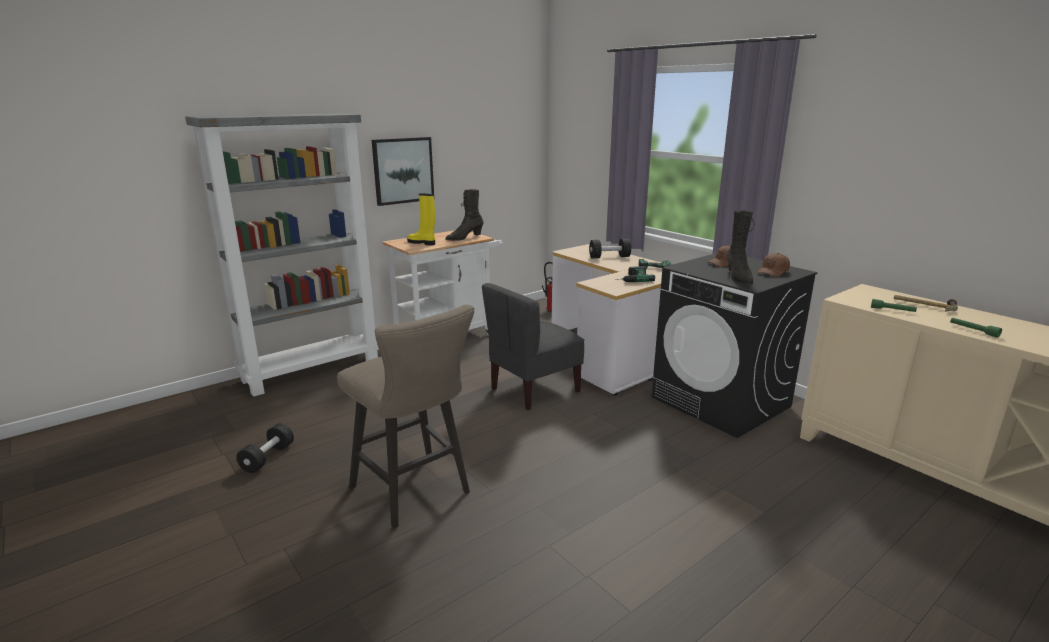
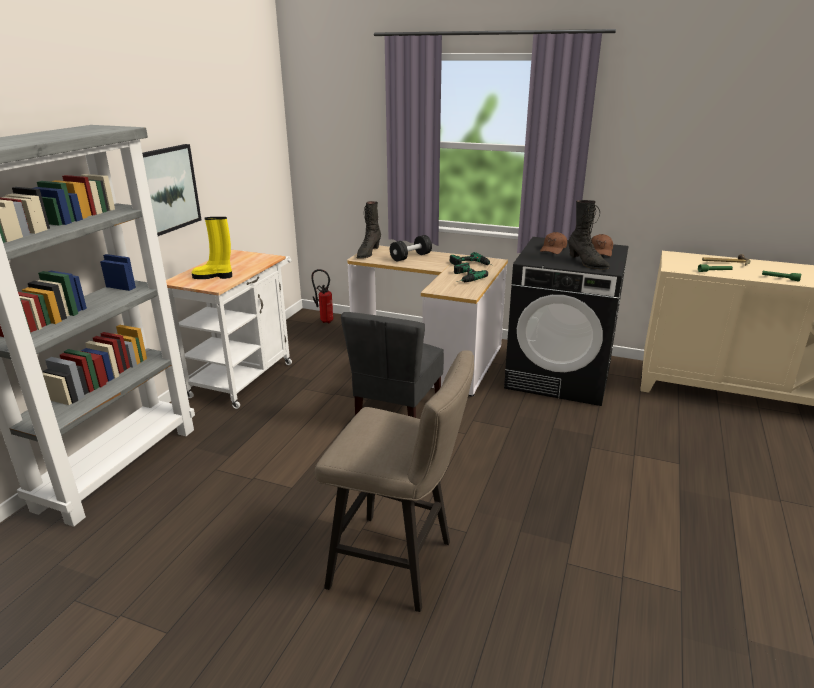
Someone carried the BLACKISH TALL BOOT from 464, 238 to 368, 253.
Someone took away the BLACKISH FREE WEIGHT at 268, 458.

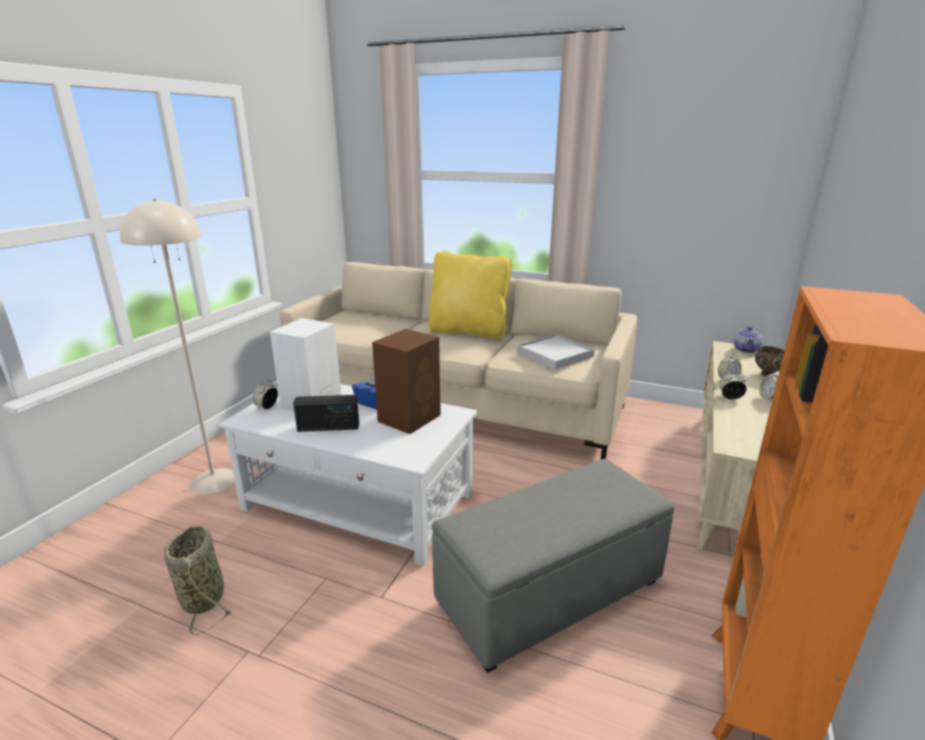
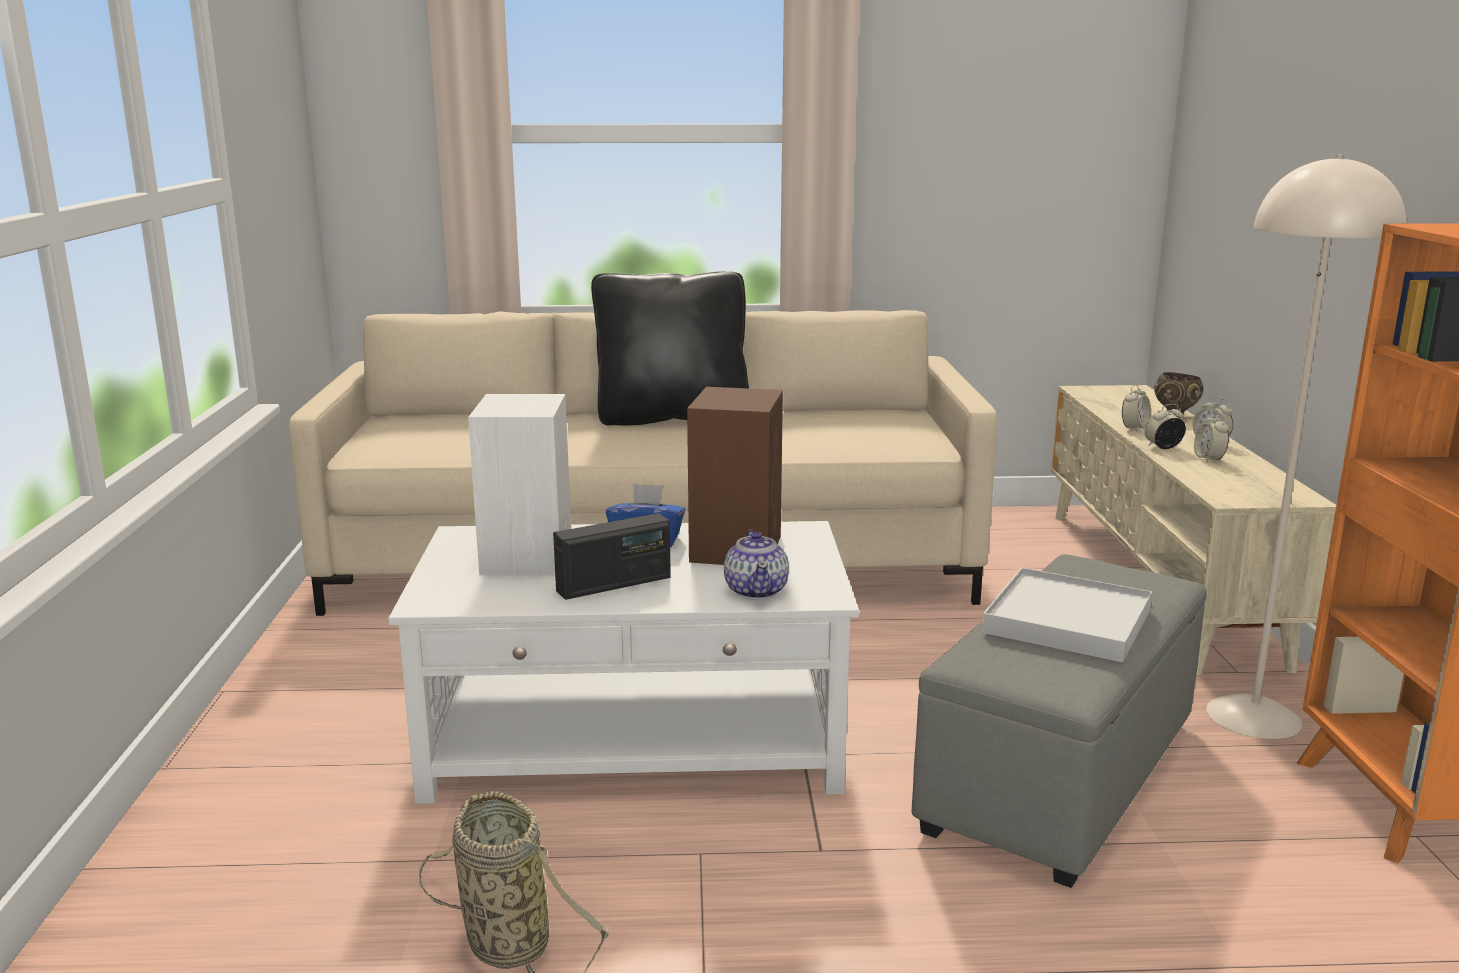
Someone repainted the YELLOWISH THROW PILLOW at 468, 331, which became the BLACKISH THROW PILLOW at 672, 417.
Someone carried the TEAPOT from 746, 350 to 757, 590.
Someone carried the WHITE-COLOURED SERVING TRAY from 554, 354 to 1067, 621.
Someone carried the BEDSIDE CLOCK from 267, 407 to 1209, 459.
Someone carried the SAND-COLOURED STANDING LAMP from 214, 480 to 1252, 715.

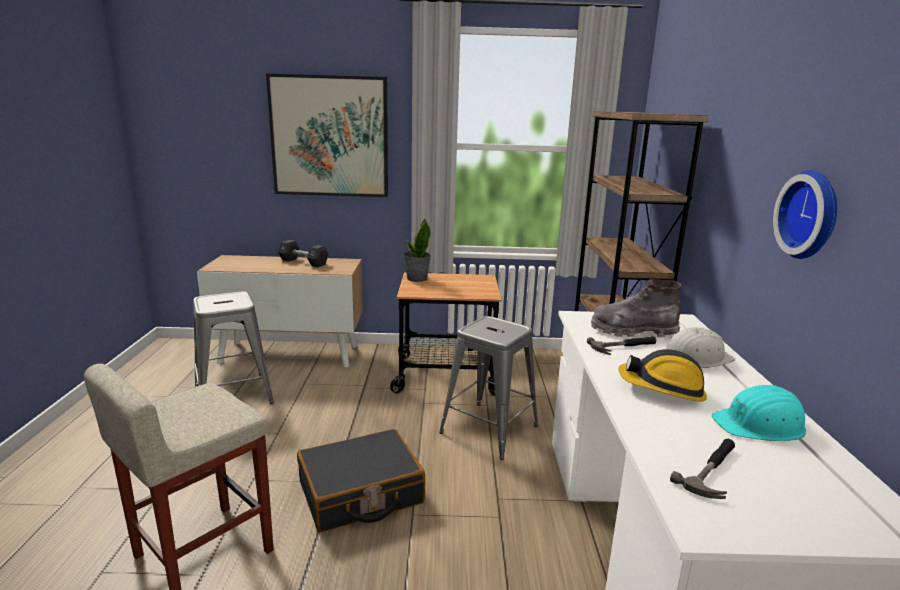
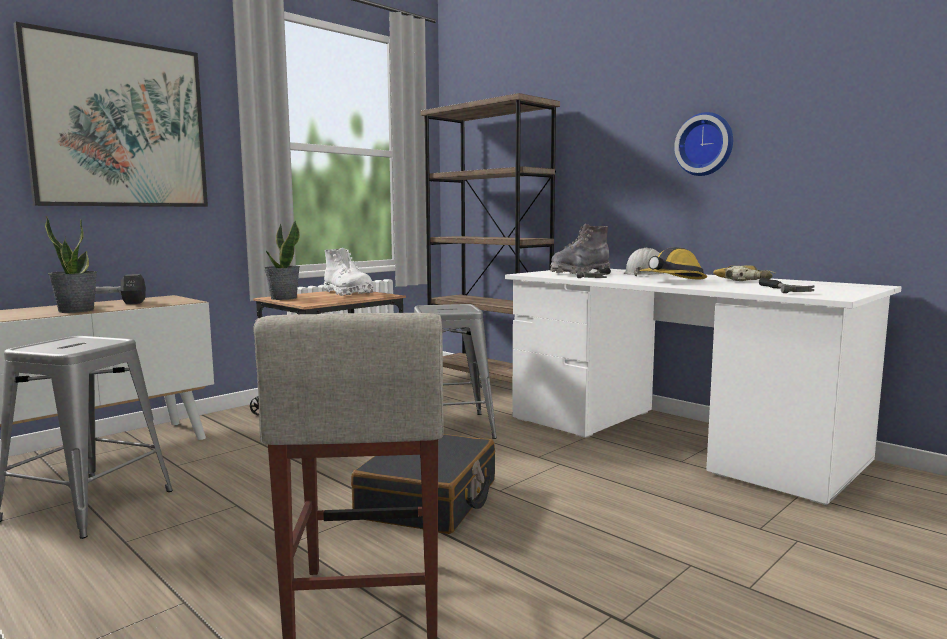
Someone put down the PLANT IN A POT at 76, 310.
Someone put down the WHITE-COLOURED TALL BOOT at 348, 293.
Someone swapped the TURQUOISE-COLOURED SAFETY HELMET at 760, 425 for the DRILL at 746, 280.

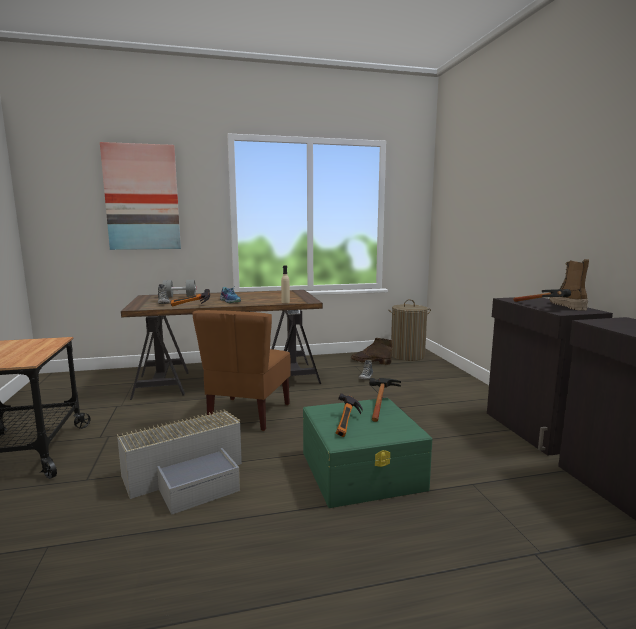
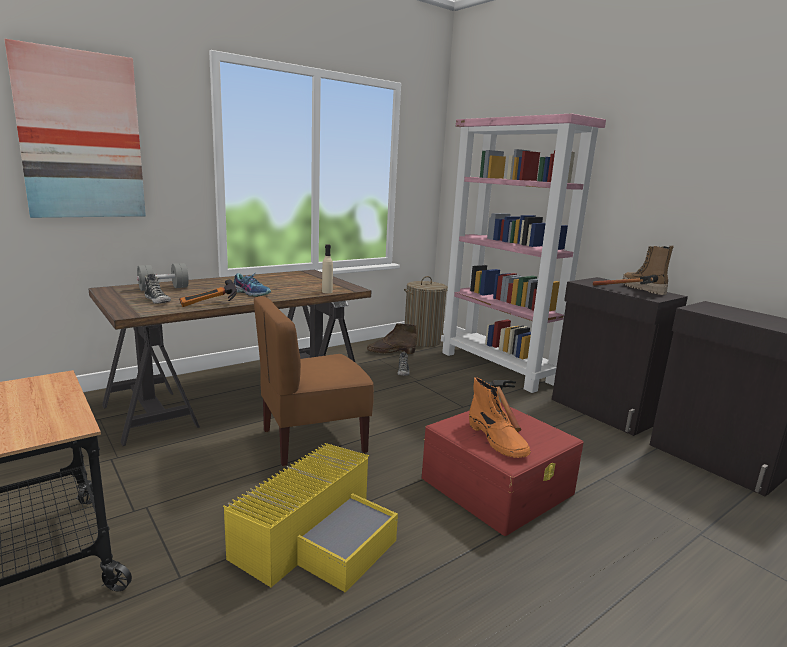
Someone repainted the GRAY STORAGE BOX at 189, 475, which became the YELLOWISH STORAGE BOX at 317, 536.
Someone rotated the BROWN-COLOURED CHAIR at 248, 414 by 75 degrees clockwise.
Someone repainted the GREENISH STORAGE BOX at 362, 470, which became the REDDISH STORAGE BOX at 498, 485.
Someone put down the PINK-COLOURED BOOKCASE at 498, 367.
Someone swapped the HAMMER at 348, 425 for the ORANGE TALL BOOT at 497, 440.

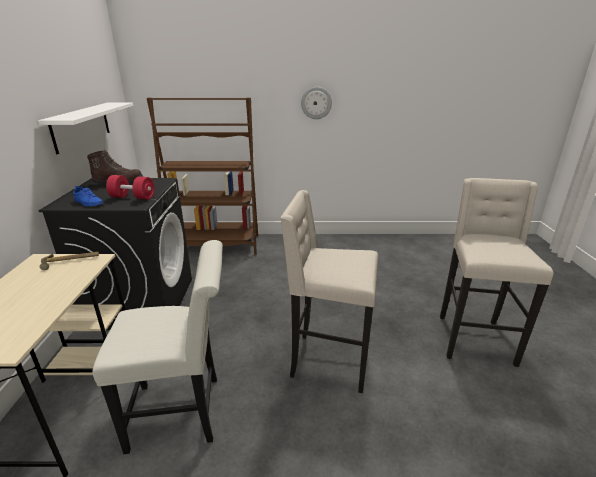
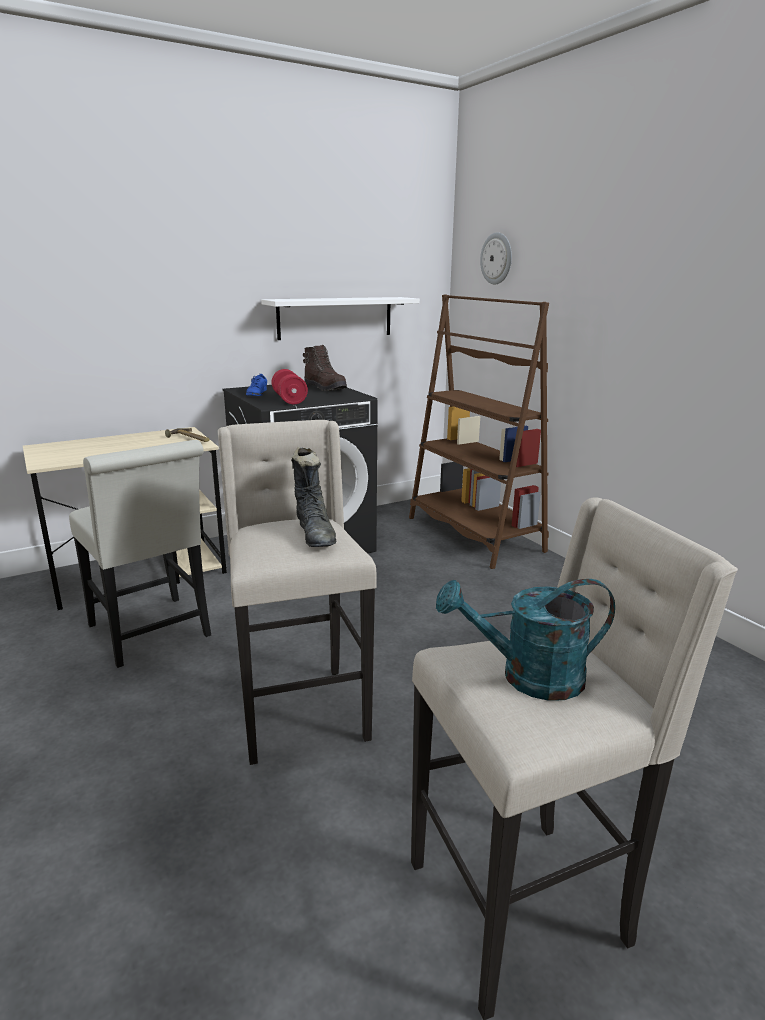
Someone put down the BLACKISH TALL BOOT at 315, 535.
Someone put down the TURQUOISE-COLOURED WATERING POT at 528, 677.
Someone carried the CLOCK ON THE WALL from 316, 103 to 497, 258.

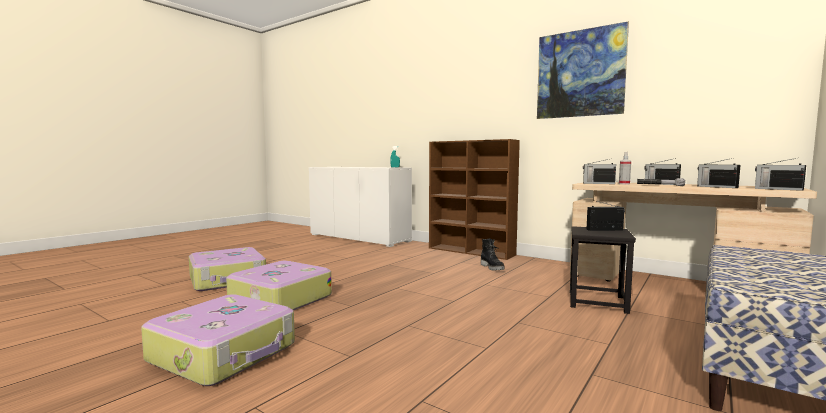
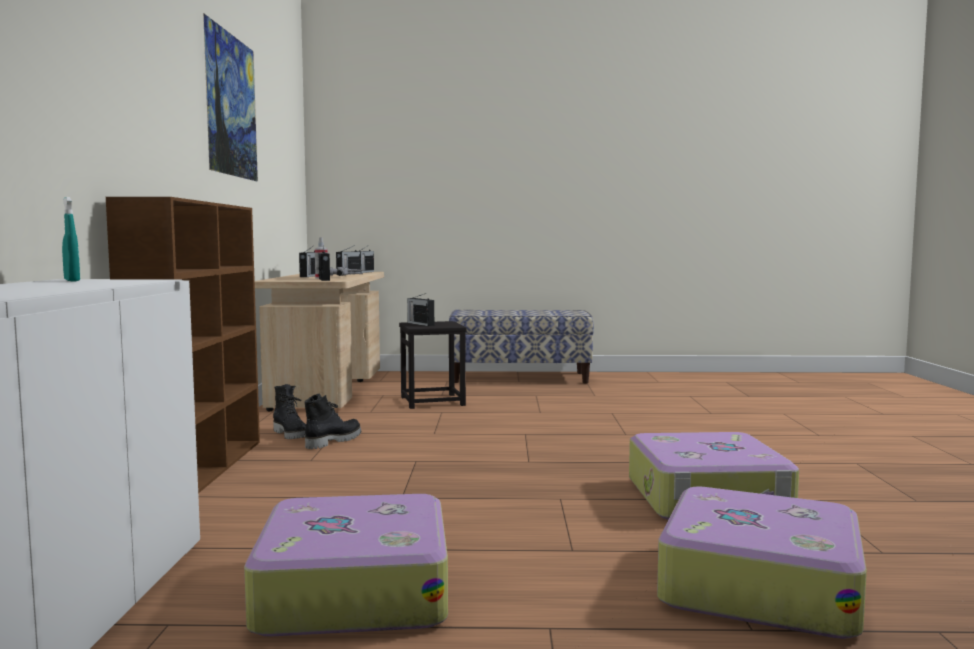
Someone carried the TRAVEL CASE from 225, 353 to 352, 589.
Someone put down the BLACKISH TALL BOOT at 292, 435.

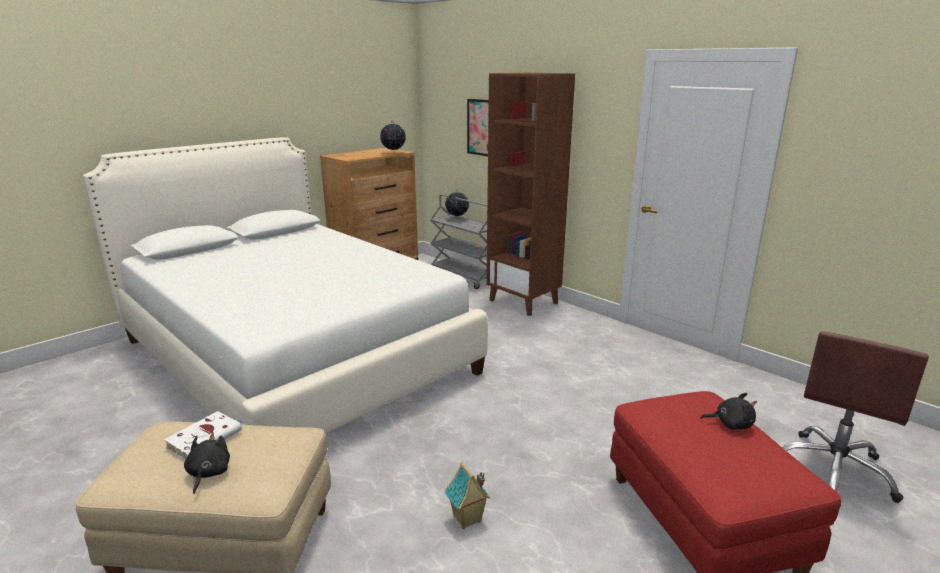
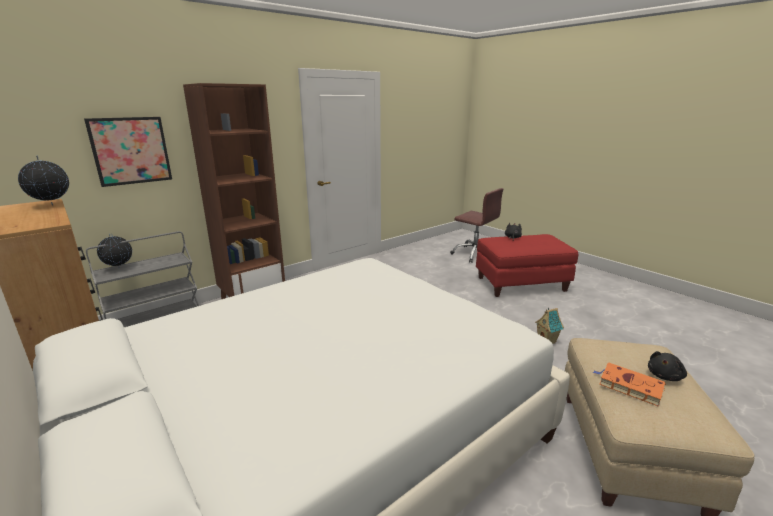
Someone repainted the WHITE-COLOURED VOLUME at 206, 438, which became the ORANGE VOLUME at 628, 386.
Someone rotated the BLACKISH SOFT TOY at 208, 473 by 45 degrees counterclockwise.

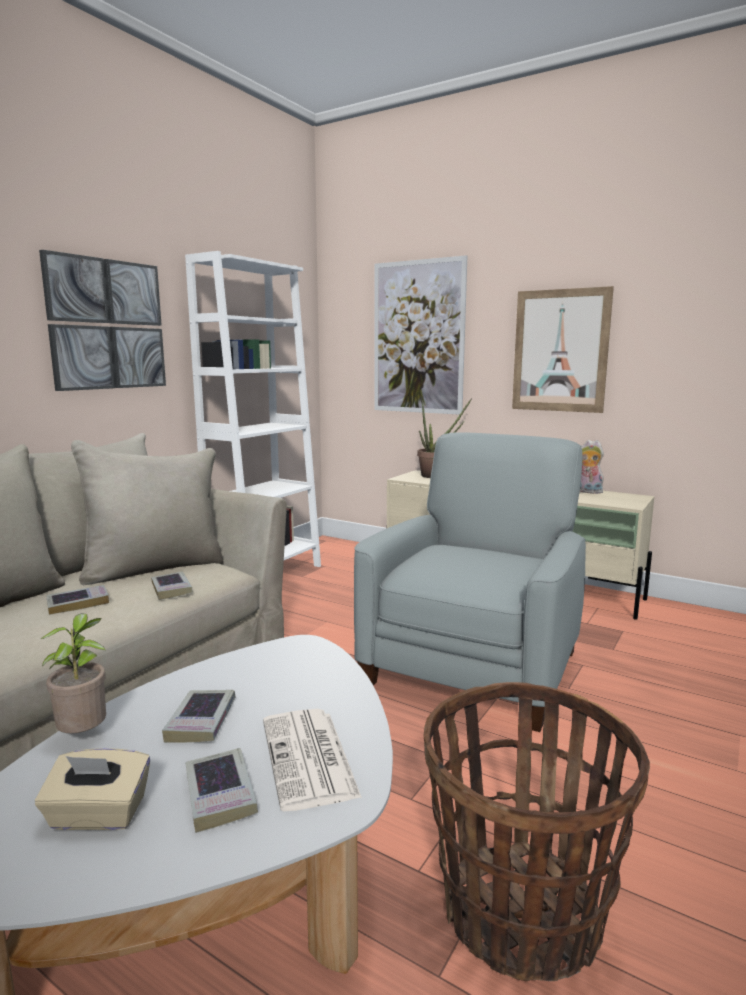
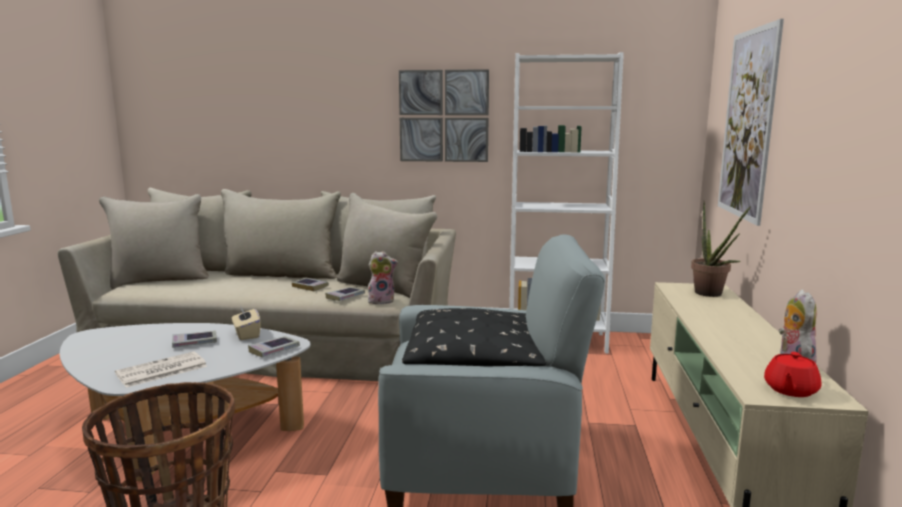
Someone carried the SAND-COLOURED TISSUE BOX from 98, 815 to 247, 334.
Someone carried the VOLUME from 220, 794 to 274, 350.
Someone put down the SOFT TOY at 382, 301.
Someone put down the BLACKISH THROW PILLOW at 476, 357.
Someone put down the REDDISH TEAPOT at 790, 390.
Someone took away the PLANT IN A POT at 85, 735.
Someone took away the PICTURE at 560, 351.

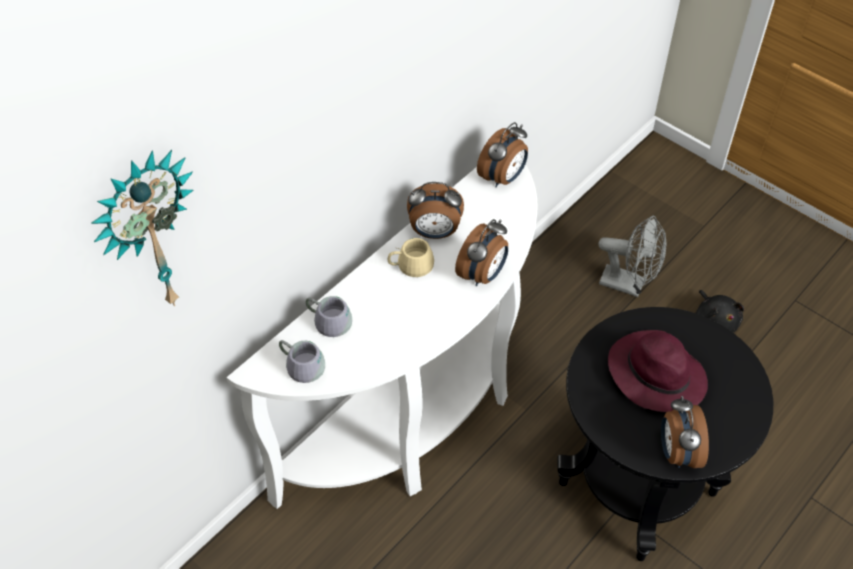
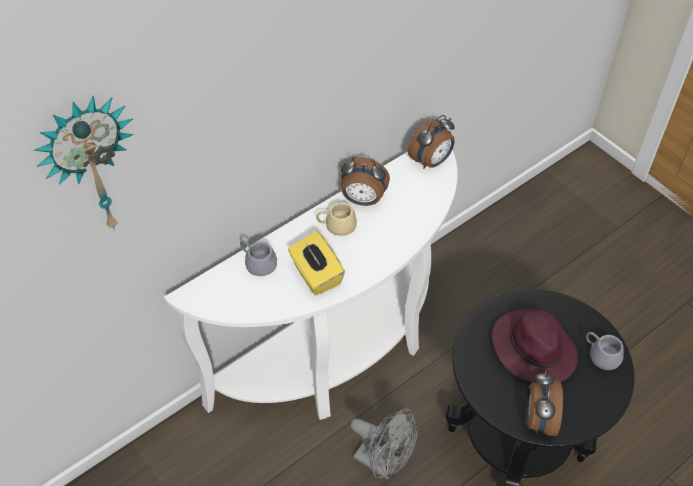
Someone put down the YELLOWISH TISSUE BOX at 316, 275.
Someone carried the GRAY COOLING FAN from 629, 284 to 383, 463.
Someone carried the GRAY MUG from 304, 362 to 603, 352.
Someone took away the BEDSIDE CLOCK at 483, 275.
Someone took away the BLACKISH SOFT TOY at 715, 321.

